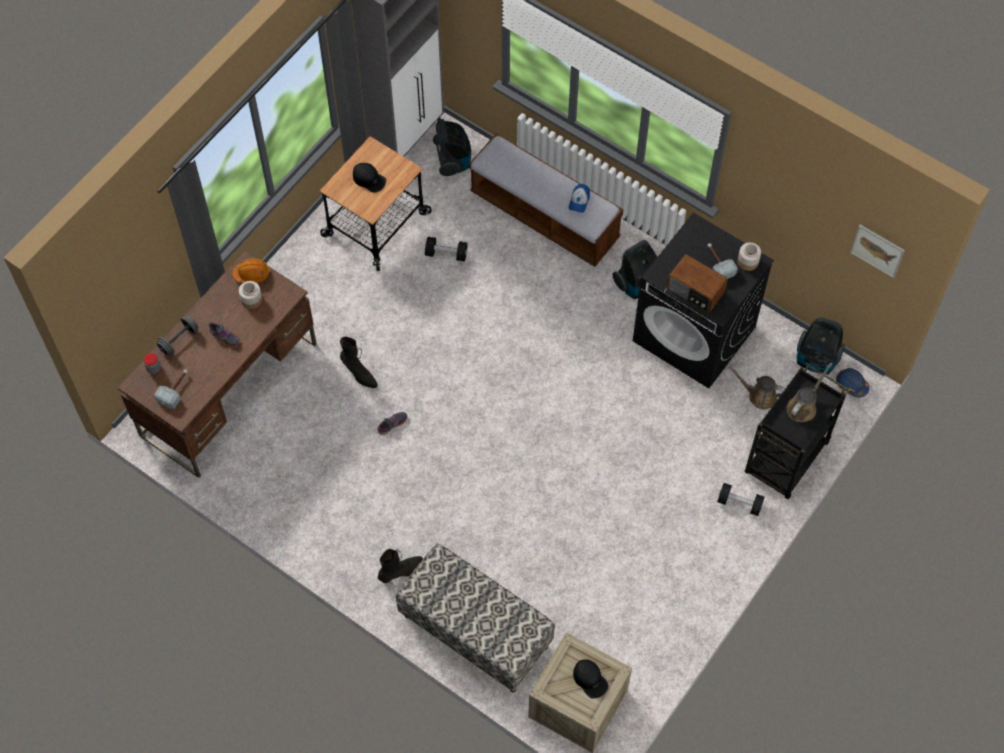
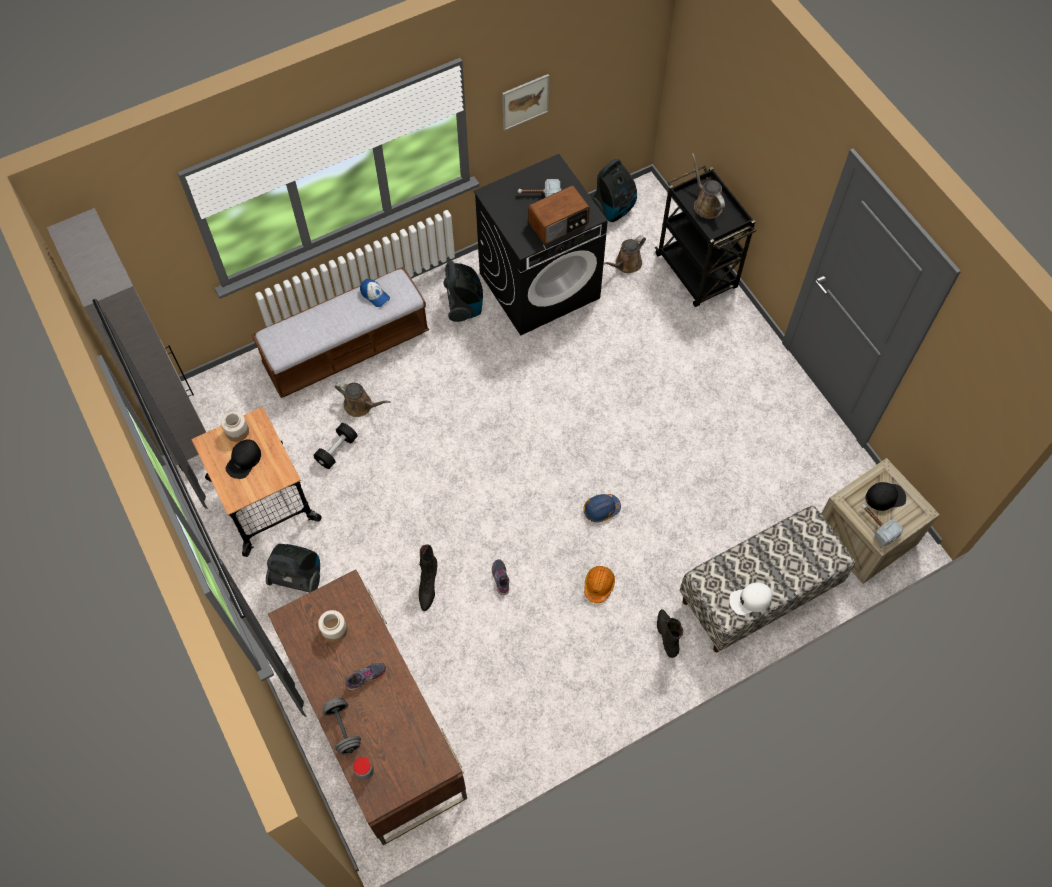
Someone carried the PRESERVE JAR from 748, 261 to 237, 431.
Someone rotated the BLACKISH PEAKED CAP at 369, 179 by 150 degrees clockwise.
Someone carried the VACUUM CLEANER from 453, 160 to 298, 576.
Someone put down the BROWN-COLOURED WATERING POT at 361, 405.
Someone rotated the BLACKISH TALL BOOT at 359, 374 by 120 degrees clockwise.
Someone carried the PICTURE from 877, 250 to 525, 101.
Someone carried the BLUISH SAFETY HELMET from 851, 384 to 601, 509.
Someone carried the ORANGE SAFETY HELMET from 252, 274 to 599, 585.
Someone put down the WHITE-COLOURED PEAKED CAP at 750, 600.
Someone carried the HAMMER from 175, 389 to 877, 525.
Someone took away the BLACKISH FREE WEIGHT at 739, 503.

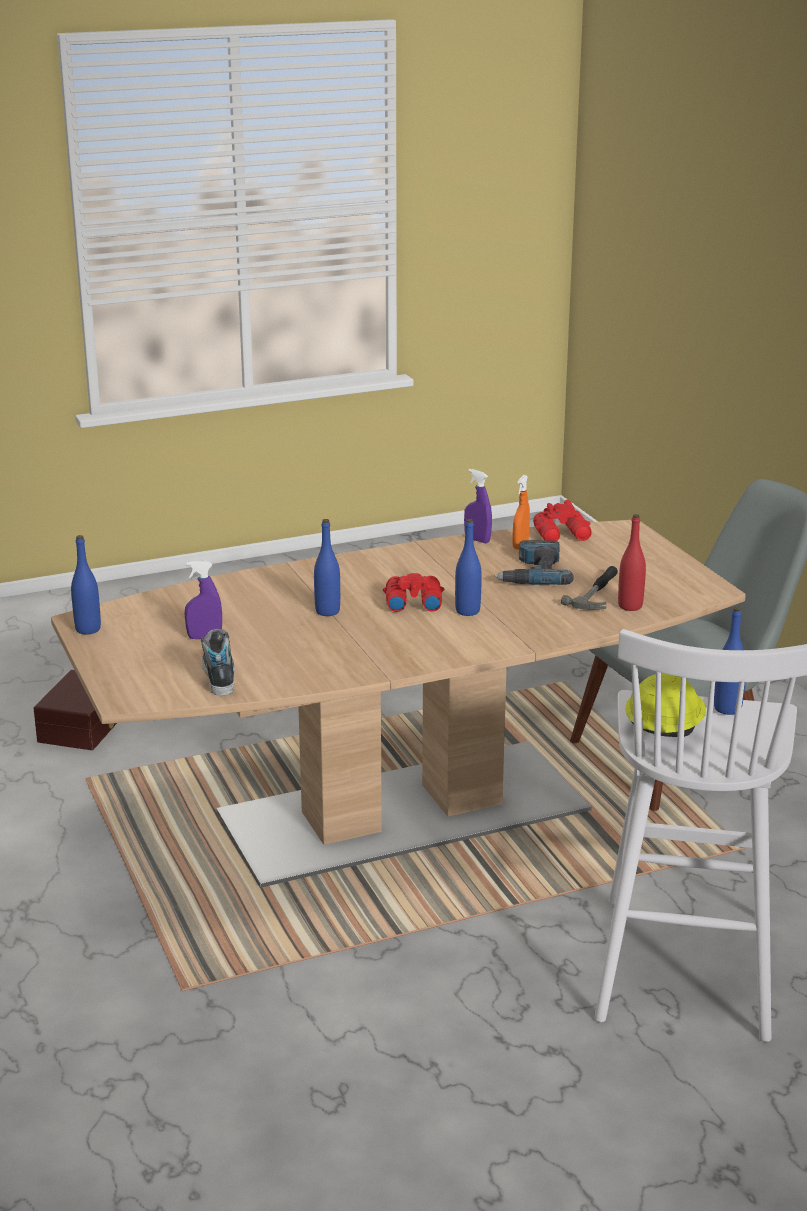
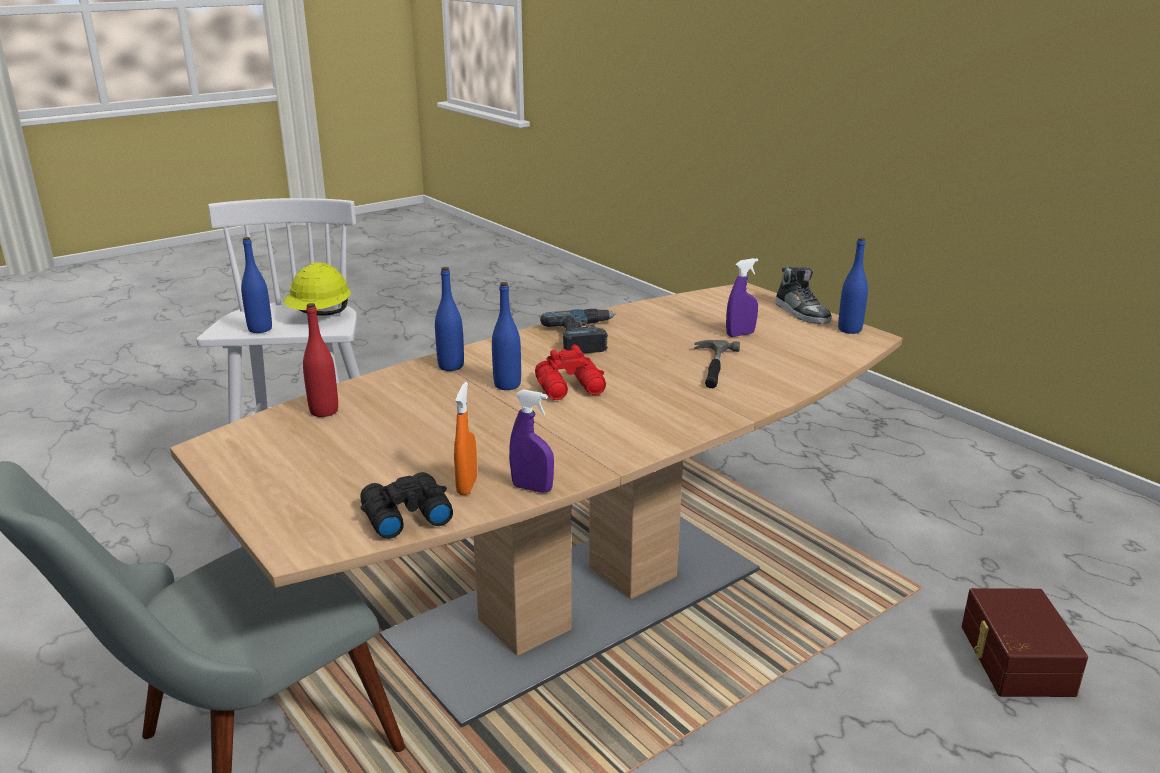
Someone repainted the REDDISH BINOCULARS at 563, 535, which became the BLACKISH BINOCULARS at 404, 515.
Someone carried the BLUISH BEVERAGE BOTTLE from 327, 611 to 451, 366.
Someone carried the DRILL from 532, 573 to 585, 337.
Someone carried the HAMMER from 598, 592 to 712, 367.
Someone carried the SHOE from 218, 676 to 802, 313.

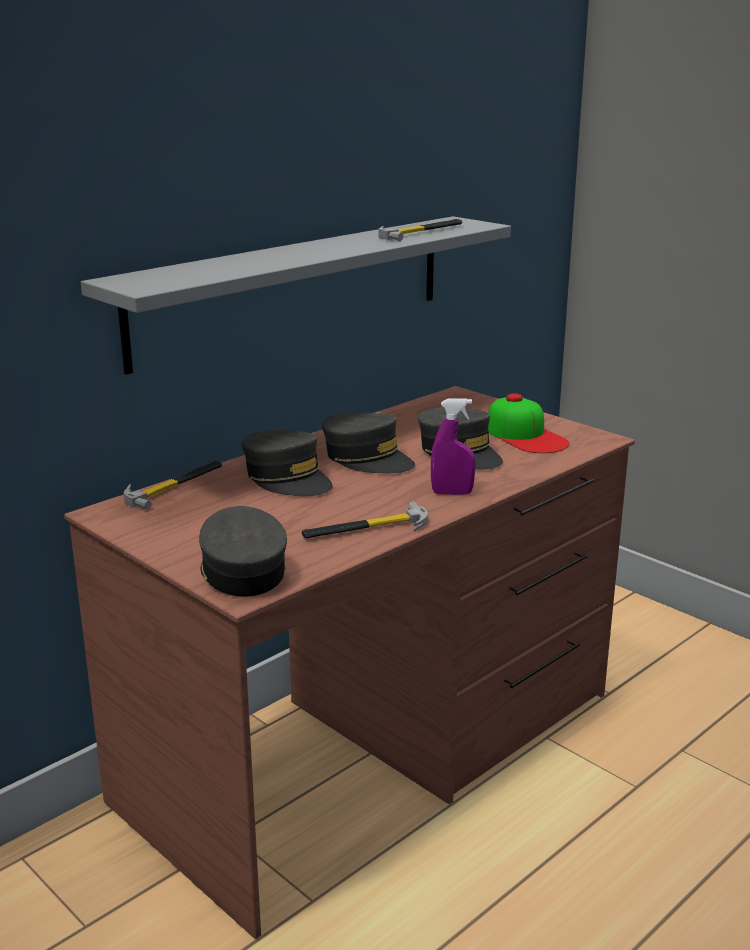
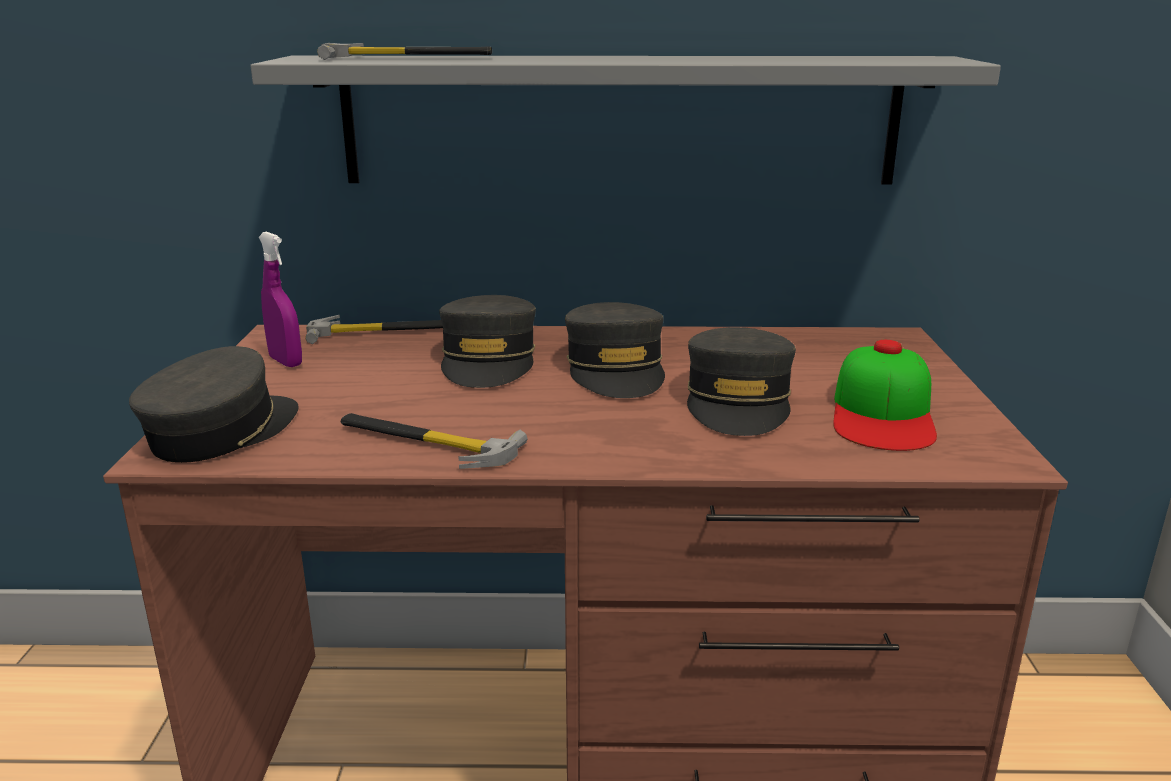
Someone carried the PURPLISH HAND SPRAYER from 452, 493 to 286, 362.
Someone carried the HAMMER from 421, 232 to 408, 58.

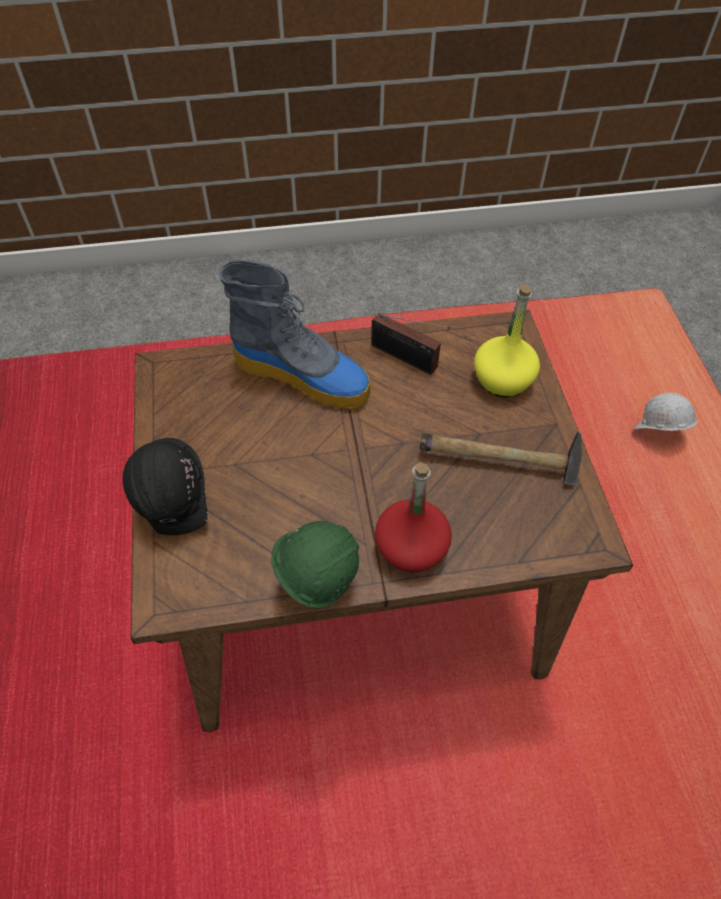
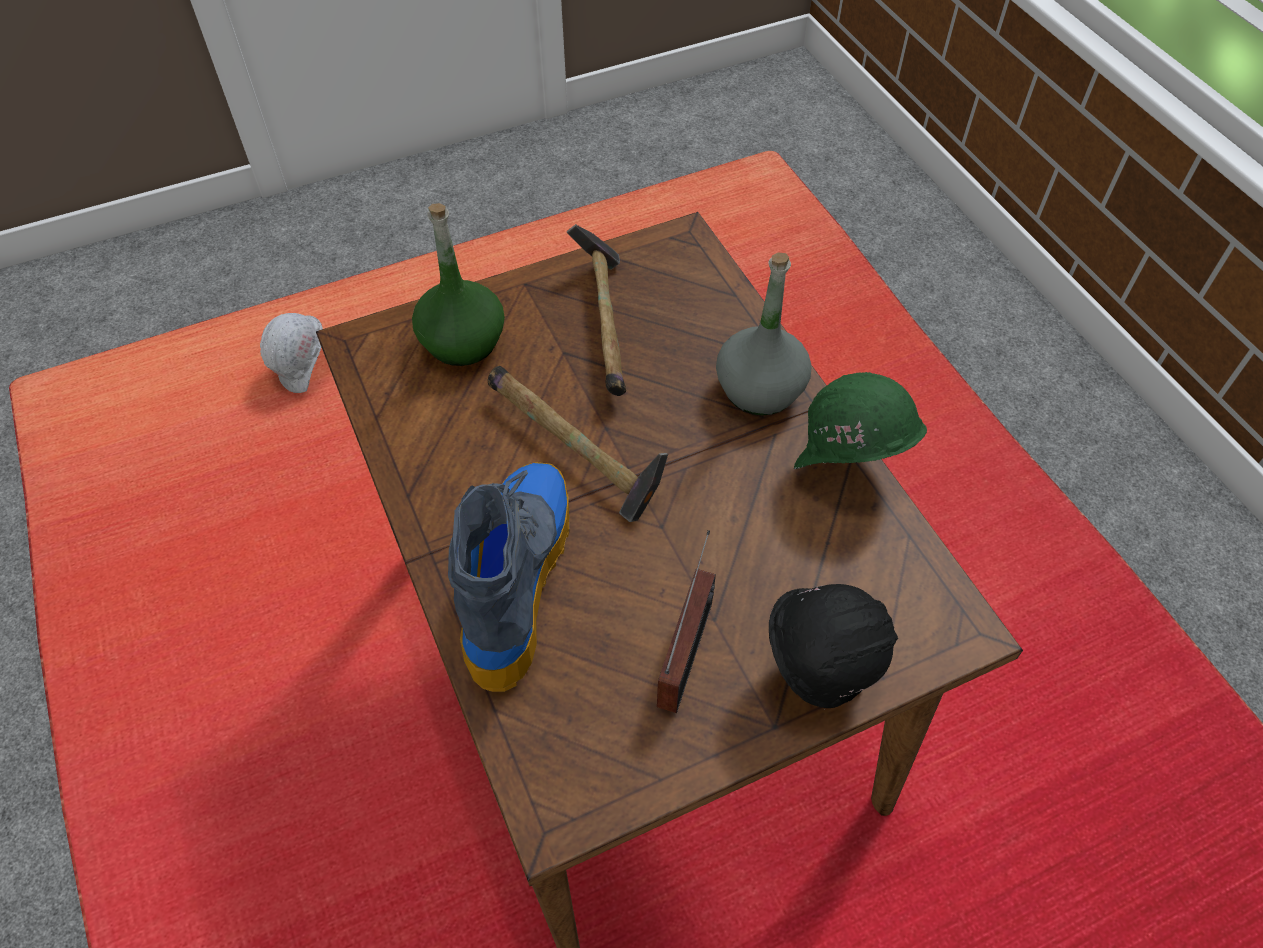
Someone repainted the YELLOWISH BEVERAGE BOTTLE at 503, 379, which became the GREENISH BEVERAGE BOTTLE at 462, 341.
Someone put down the HAMMER at 574, 454.
Someone carried the RADIO from 407, 359 to 688, 648.
Someone repainted the REDDISH BEVERAGE BOTTLE at 411, 547, which became the GRAY BEVERAGE BOTTLE at 759, 389.

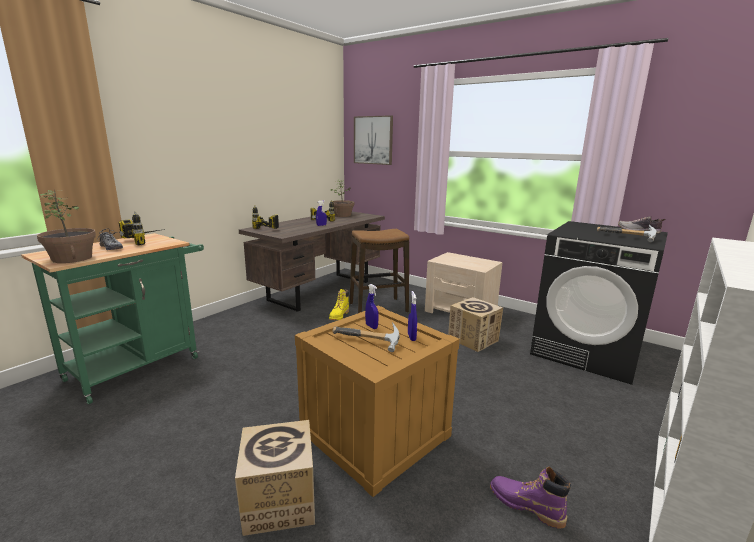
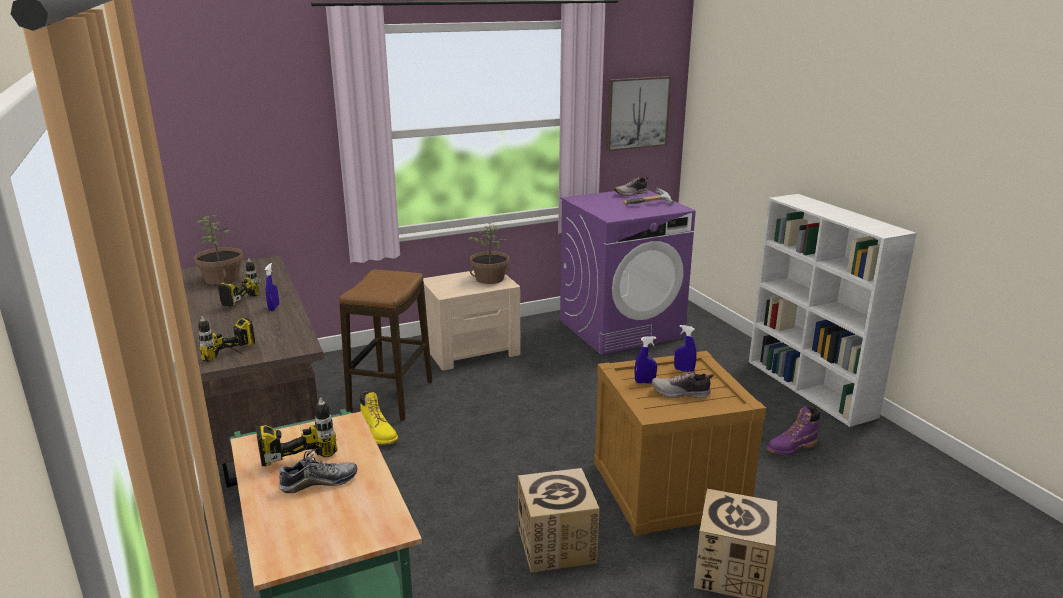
Someone carried the PLANT IN A POT from 73, 258 to 490, 278.
Someone carried the CARDBOARD BOX from 473, 339 to 556, 545.
Someone repainted the BLACKISH LAUNDRY MACHINE at 587, 351, which became the PURPLISH LAUNDRY MACHINE at 621, 328.
Someone carried the PICTURE from 373, 140 to 637, 113.
Someone swapped the HAMMER at 367, 342 for the SHOE at 681, 393.

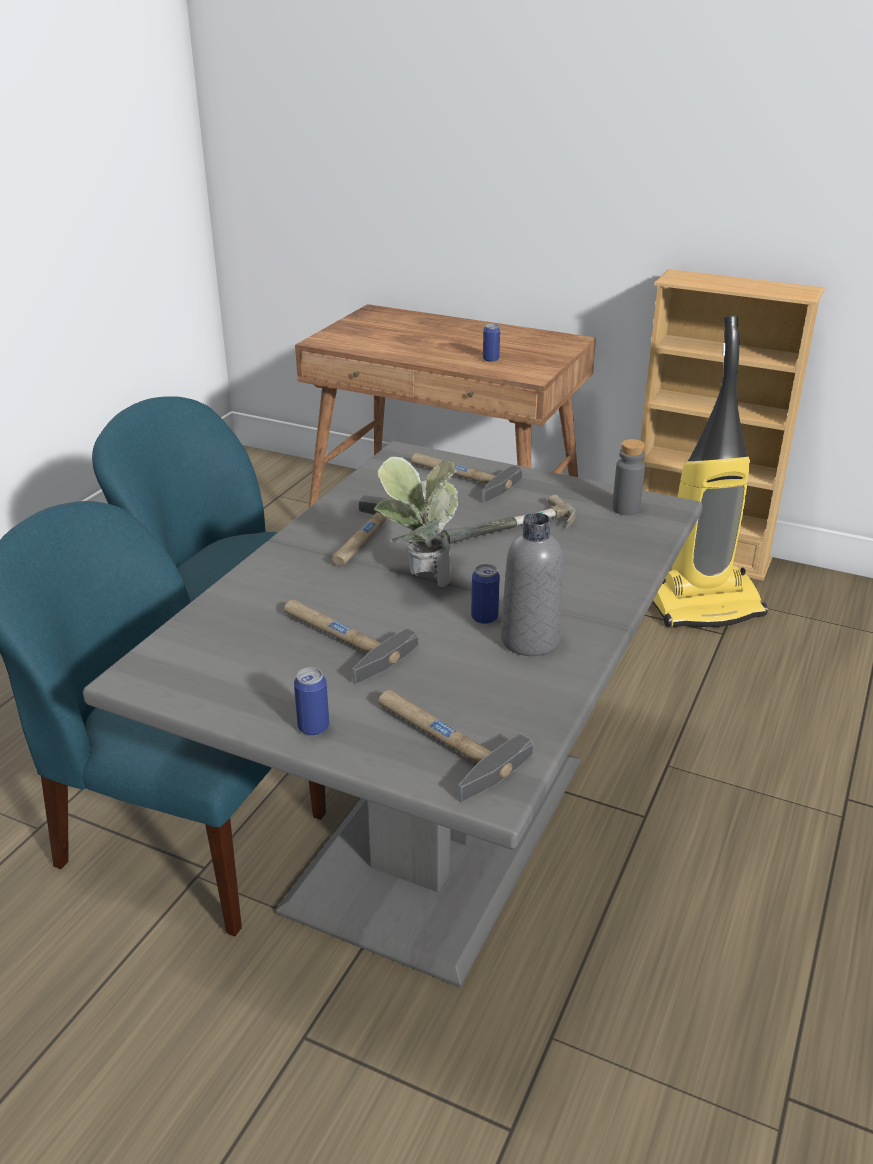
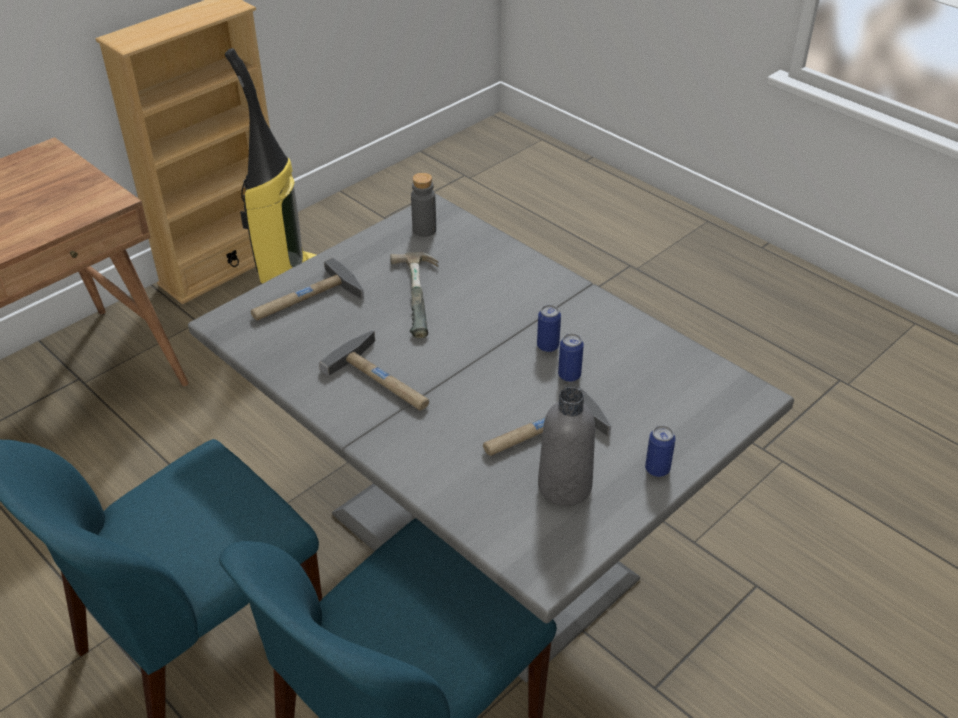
Someone carried the GRAY BEVERAGE BOTTLE from 530, 640 to 564, 486.
Someone carried the SEALED CAN from 491, 359 to 569, 375.
Someone took away the PLANT IN A POT at 419, 578.
Someone took away the HAMMER at 439, 742.

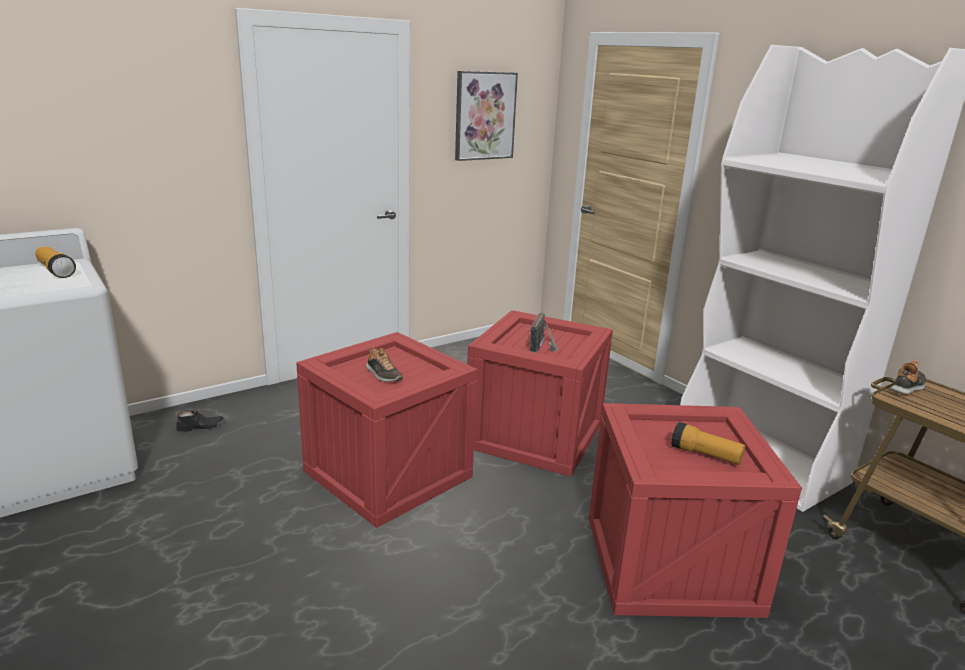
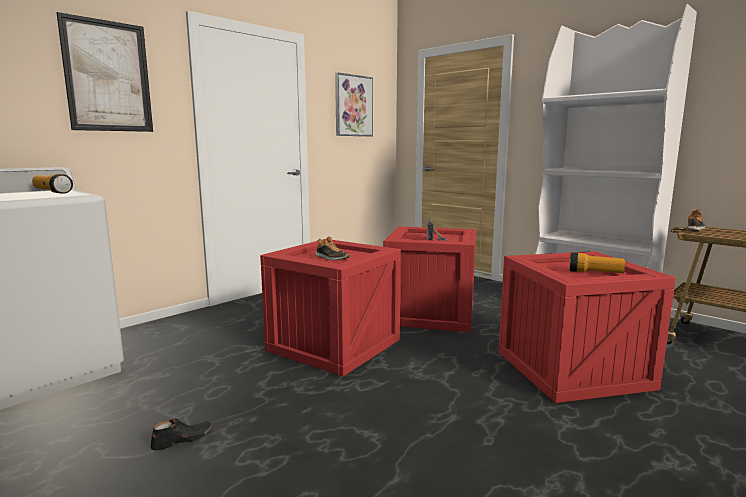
Someone put up the PICTURE at 108, 76.
Someone carried the BLACKISH SHOE from 201, 426 to 182, 439.

